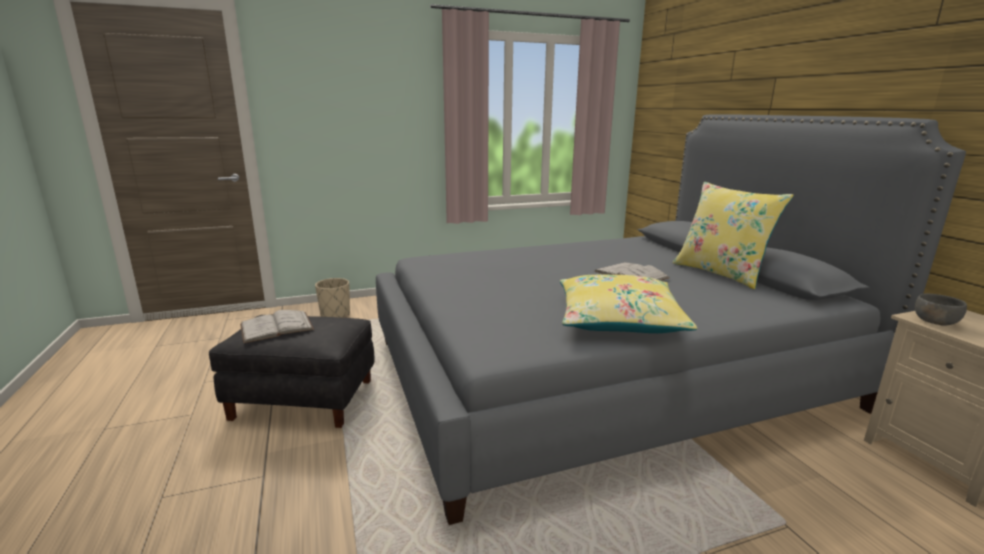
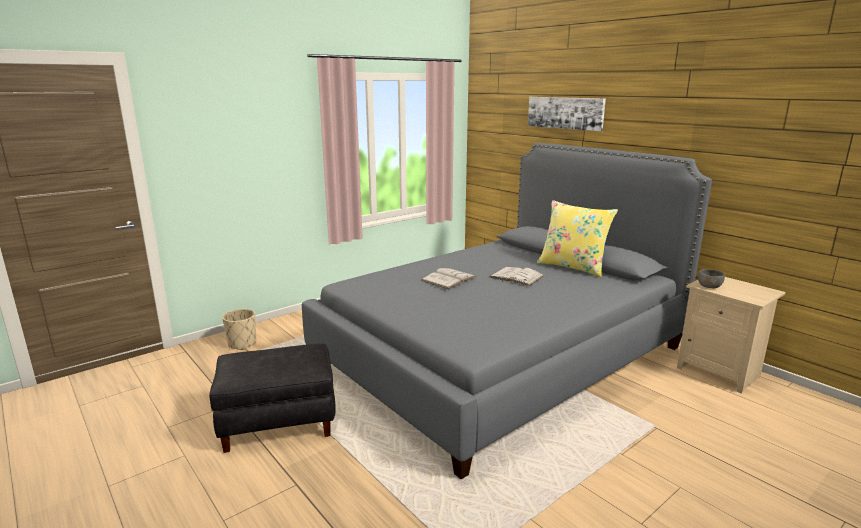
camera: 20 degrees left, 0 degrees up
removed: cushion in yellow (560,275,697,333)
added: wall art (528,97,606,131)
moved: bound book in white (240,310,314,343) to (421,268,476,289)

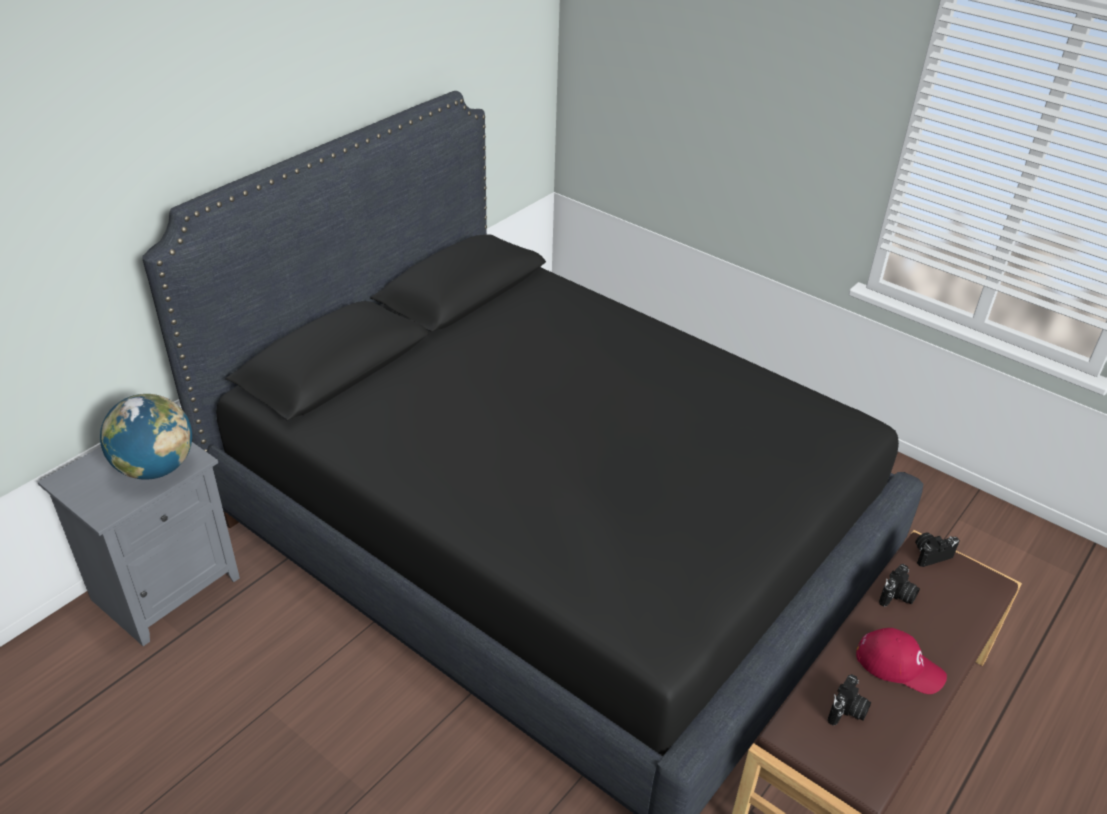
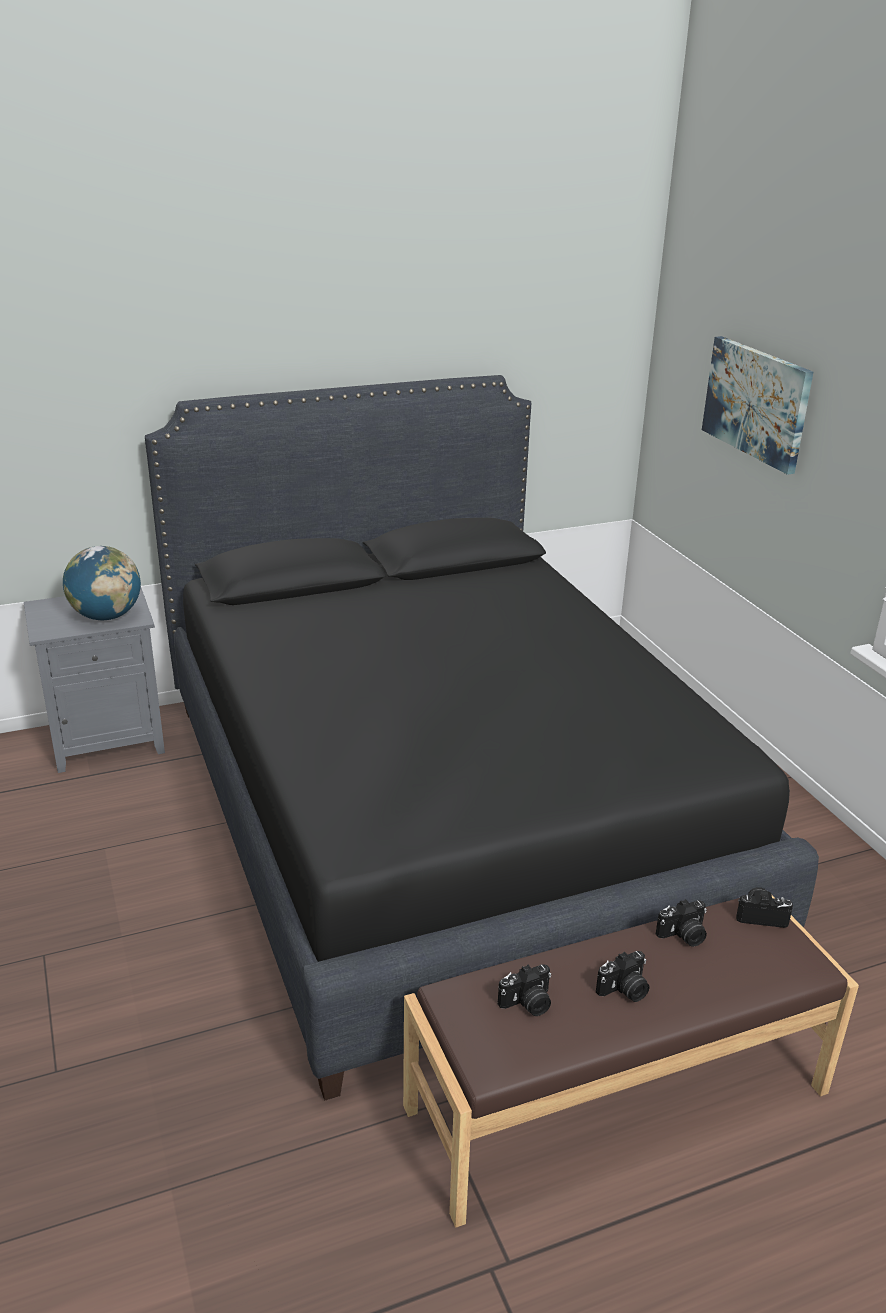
camera: 30 degrees right, 10 degrees down
added: wall art (702,336,813,475)
replaced: peaked cap in red (856,628,947,694) to photo camera (596,951,649,1002)

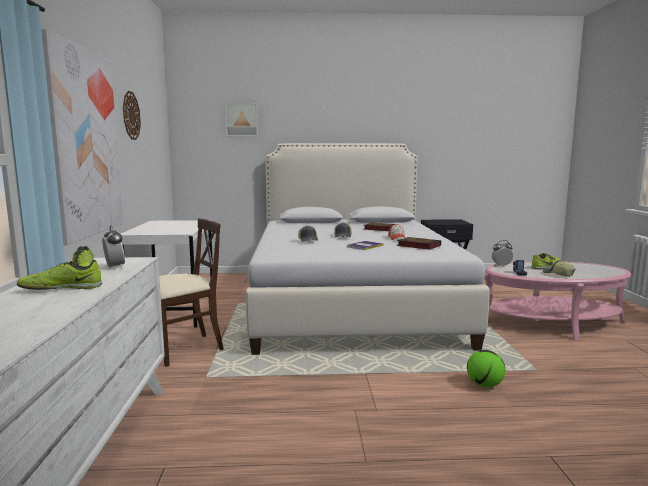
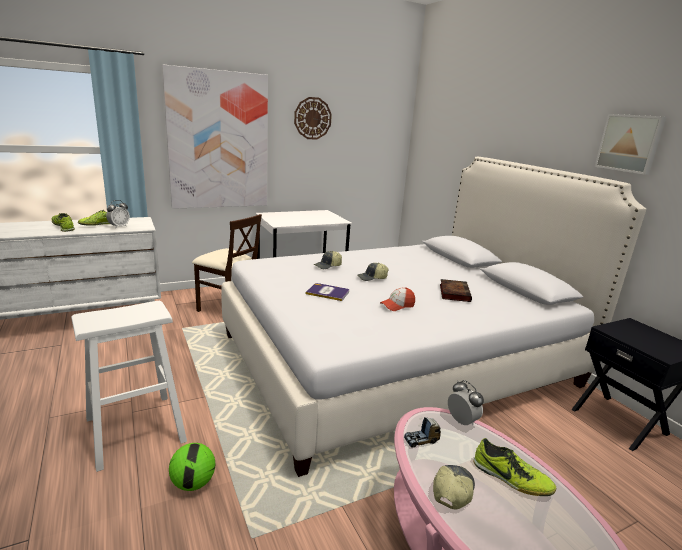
camera: 65 degrees right, 10 degrees up
removed: bound book (397,237,441,250)
added: stool in white (71,301,187,472)
moved: wall art (225,103,258,136) to (595,114,666,175)

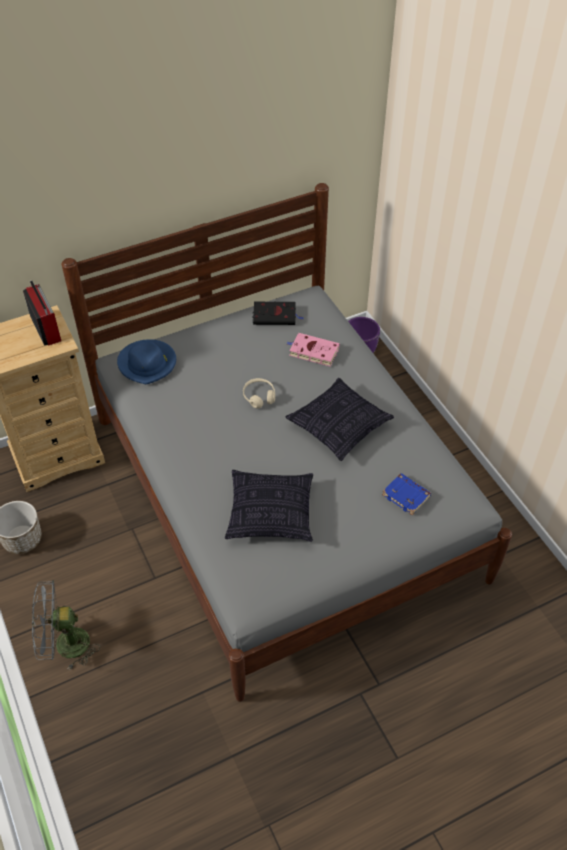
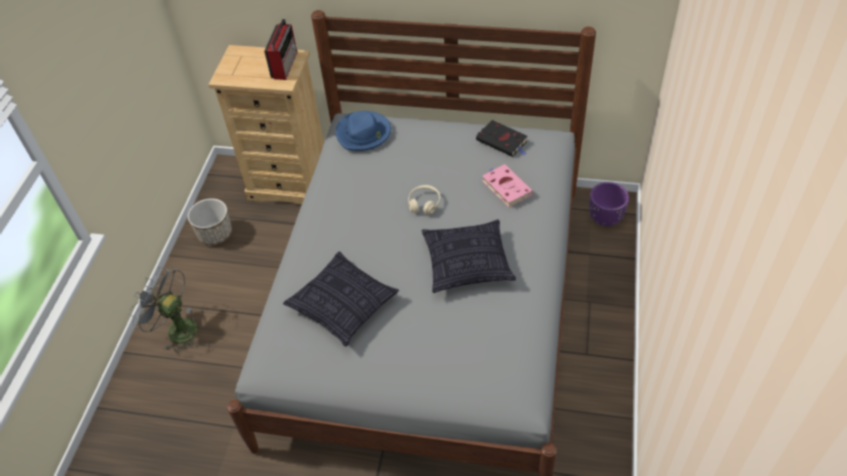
camera: 40 degrees right, 0 degrees up
removed: bound book in blue (382,473,431,515)

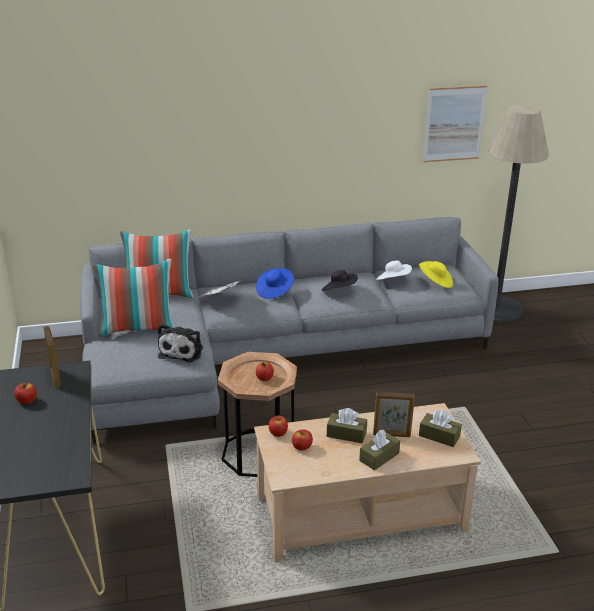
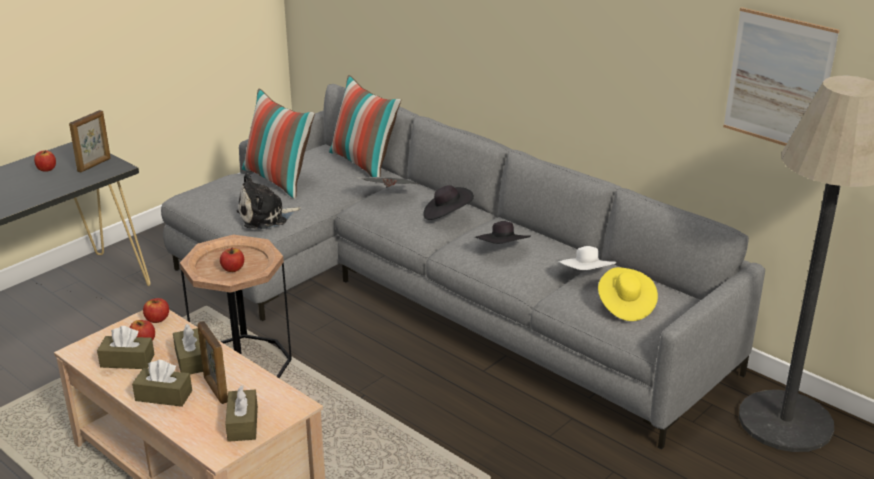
camera: 55 degrees right, 0 degrees up
added: tissue holder in brown (97,326,155,369)
recoloured: clothing hat in blue (256,268,294,299) to clothing hat in black-coloured (423,185,474,220)

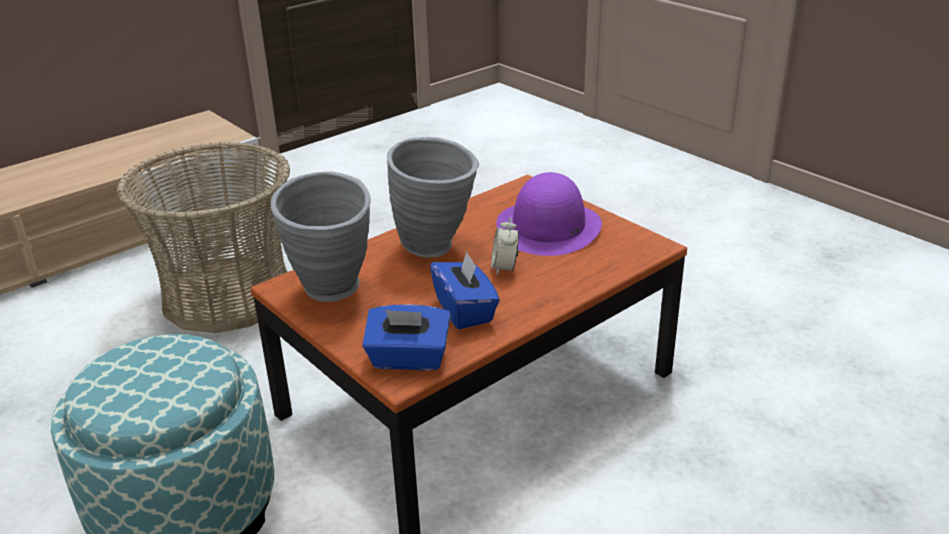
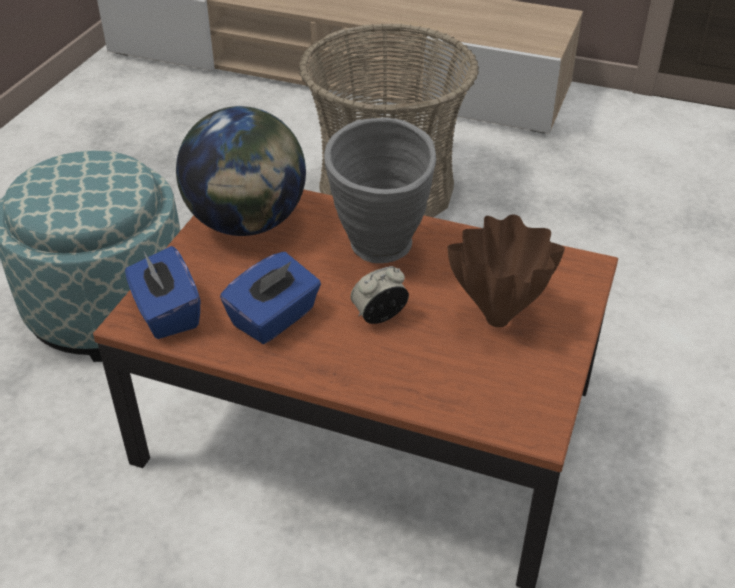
camera: 60 degrees right, 10 degrees up
replaced: vase in gray (271,171,371,302) to desk globe (176,106,306,236); clothing hat in purple-coloured (496,172,602,256) to vase in brown (448,215,565,327)

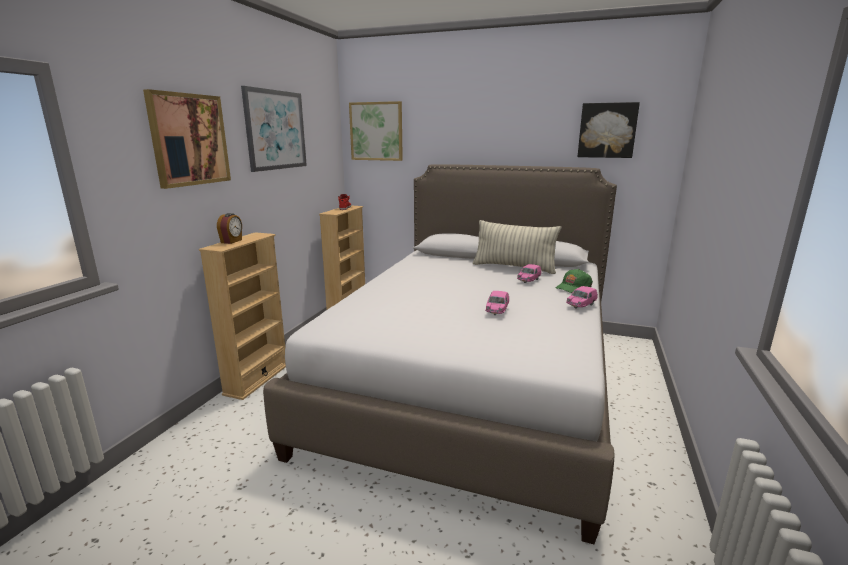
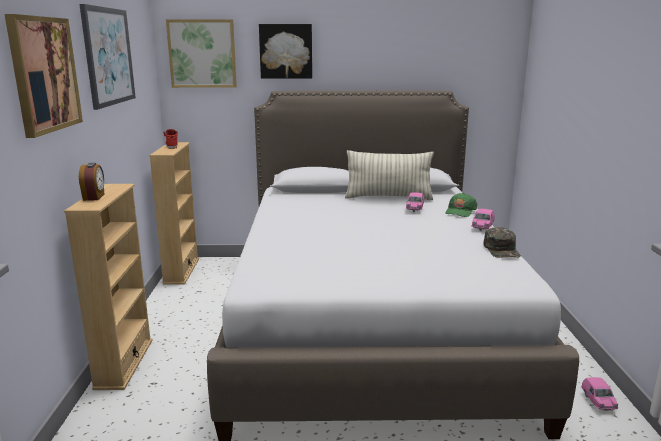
camera: 20 degrees left, 0 degrees up
added: peaked cap in green (484,227,521,258)
moved: toy car in pinkish (485,291,509,315) to (581,377,618,411); wall art (578,102,640,158) to (259,24,312,79)

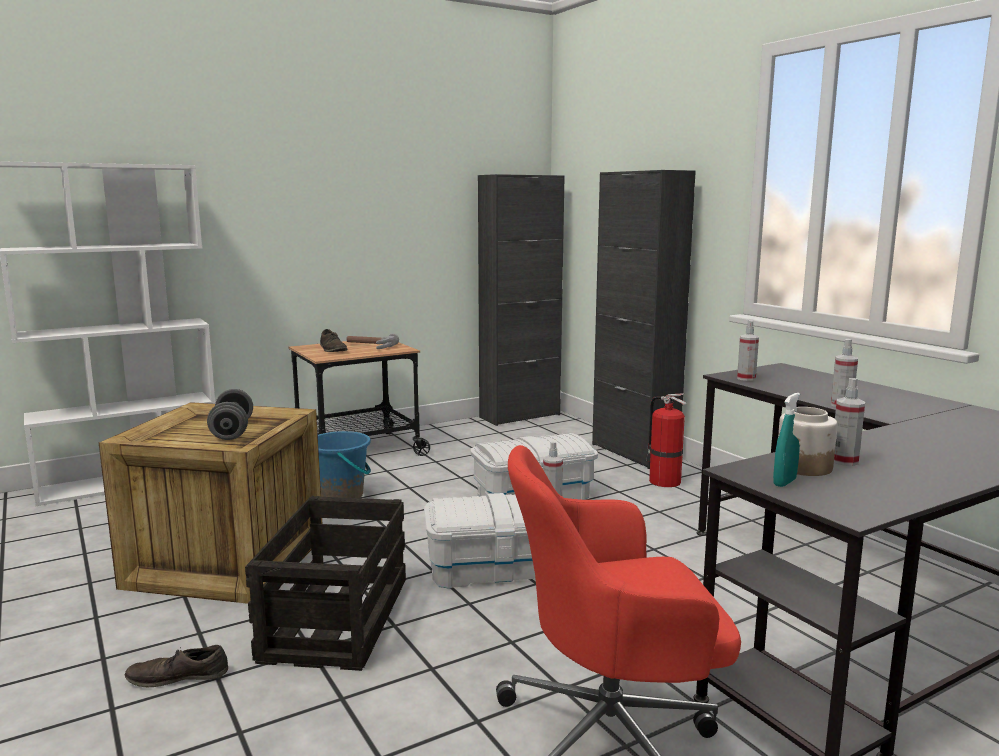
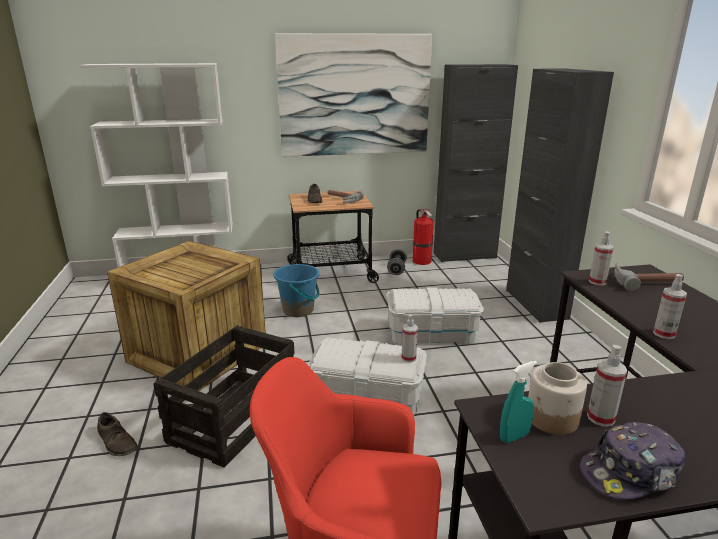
camera: 20 degrees right, 10 degrees up
added: wall art (275,33,432,157); peaked cap (580,422,685,499); hand hammer (614,263,684,291)
moved: dumbbell in gray (207,389,253,440) to (387,249,407,275); fire-fighting cylinder (646,393,687,487) to (413,209,434,265)
turned: item of footwear in brown (125,645,228,688) = (97,412,138,456) 150 degrees counterclockwise

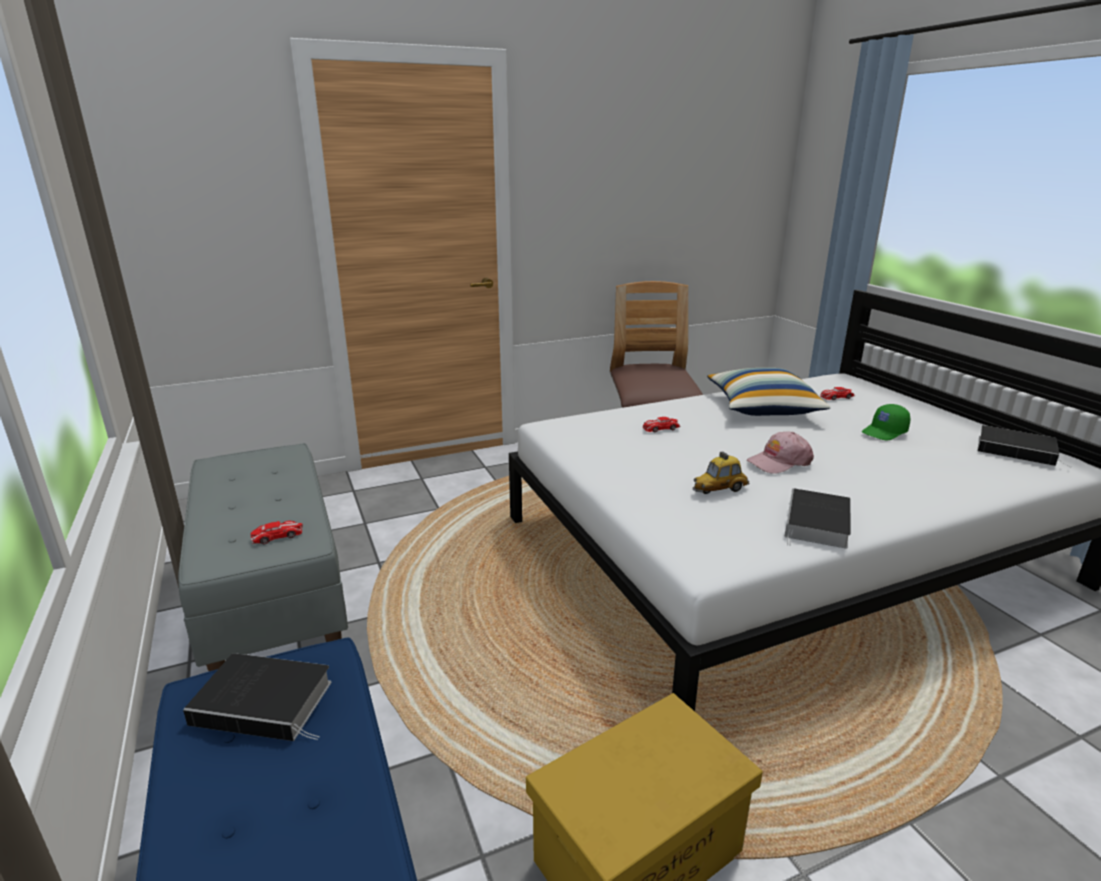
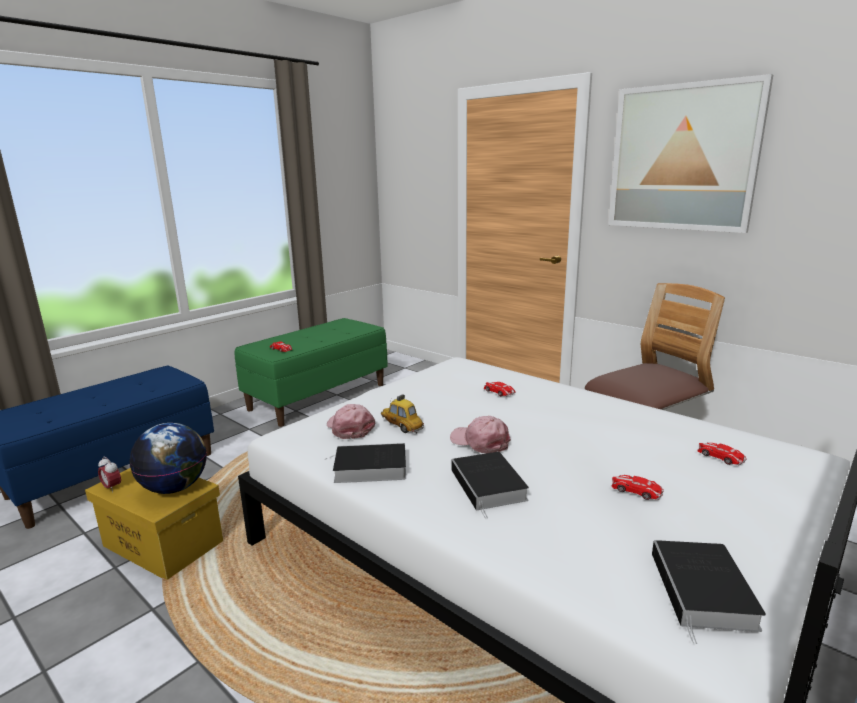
camera: 65 degrees right, 5 degrees down
removed: cushion (707,368,831,416)
added: table clock (98,457,121,493); desk globe (130,423,207,494); peaked cap in pinkish (327,404,375,439); wall art (608,74,773,233)
moved: bound book (183,653,332,741) to (452,452,529,518)
replaced: peaked cap in green (862,404,910,441) to toy car (612,475,664,500)
recoloured: indoor bench in gray (178,443,348,671) to indoor bench in green (235,318,388,427)

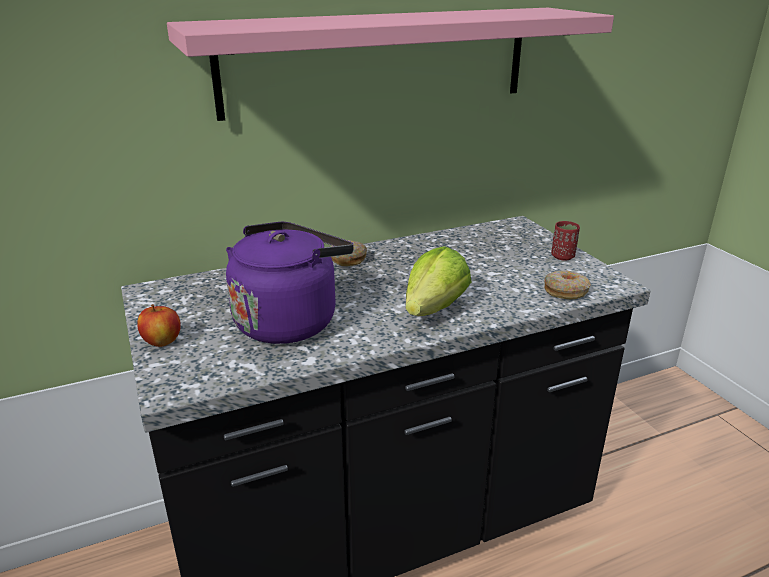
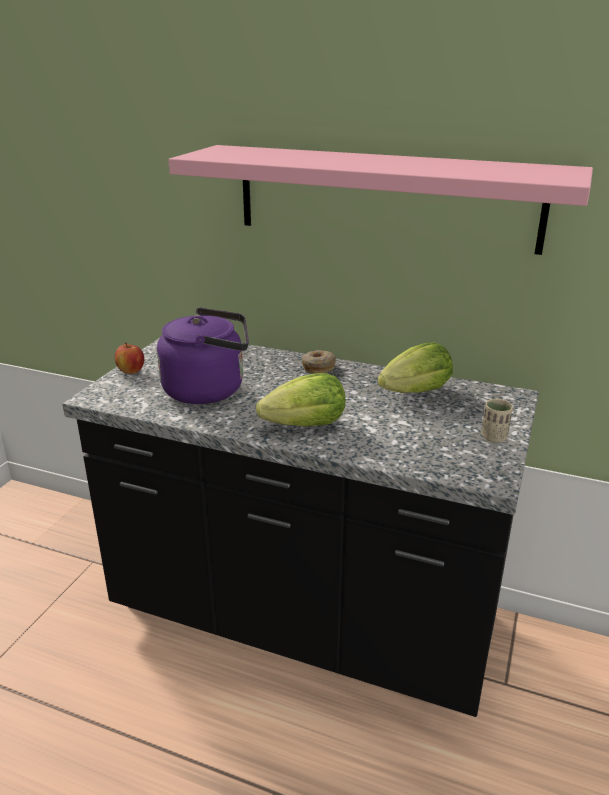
camera: 45 degrees right, 0 degrees up
removed: donut (544,271,591,299)
added: lettuce head (378,342,453,393)
recoloured: small cup in red (551,221,580,261) to small cup in sand-coloured (481,399,513,443)

